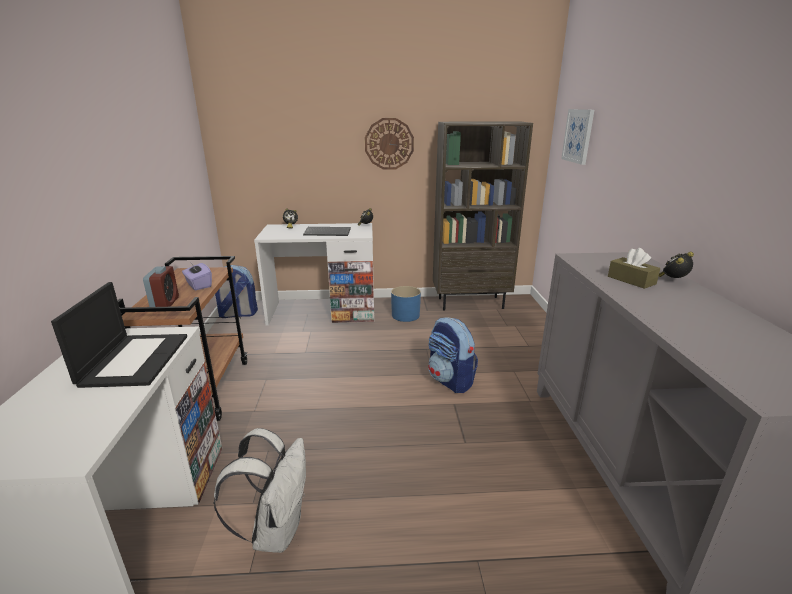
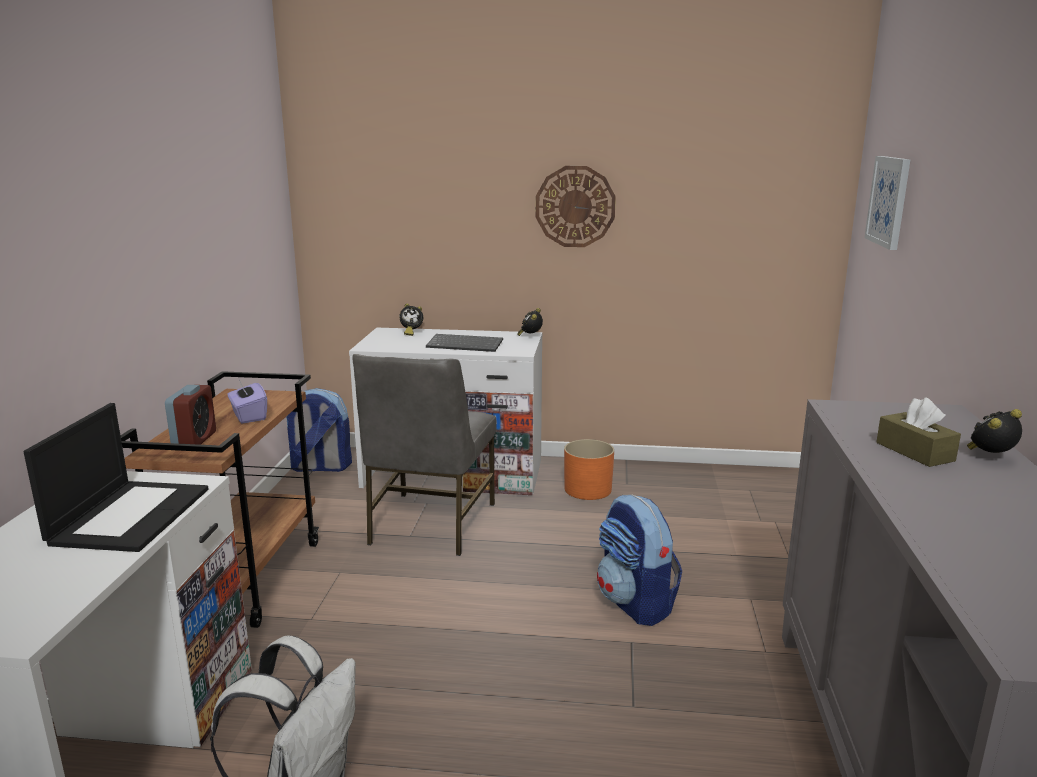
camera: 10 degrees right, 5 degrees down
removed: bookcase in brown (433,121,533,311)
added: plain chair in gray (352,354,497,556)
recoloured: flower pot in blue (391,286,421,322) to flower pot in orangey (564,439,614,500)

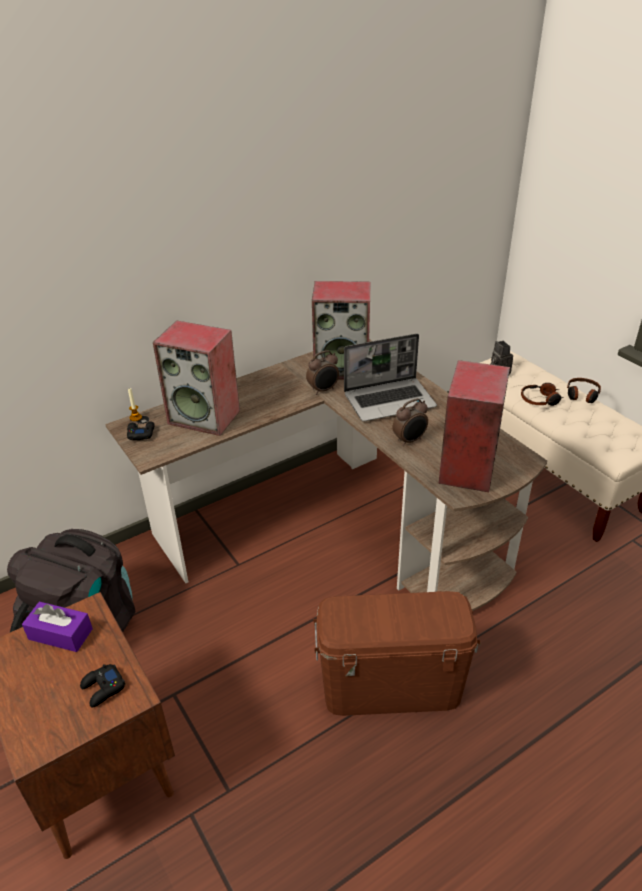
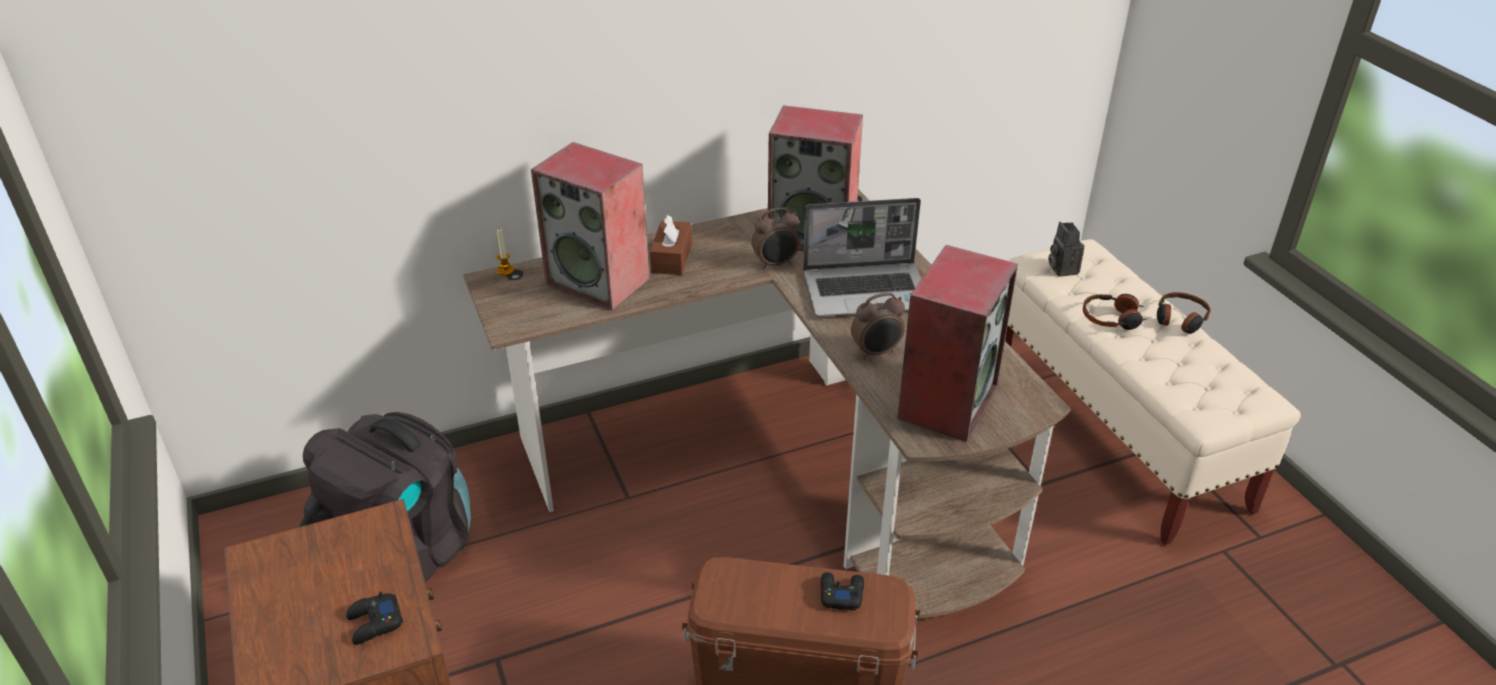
camera: 10 degrees right, 0 degrees up
removed: tissue holder in purple-coloured (22,602,93,652)
added: tissue holder in brown (650,214,692,275)
moved: game controller in black-coloured (127,422,155,440) to (821,572,864,610)

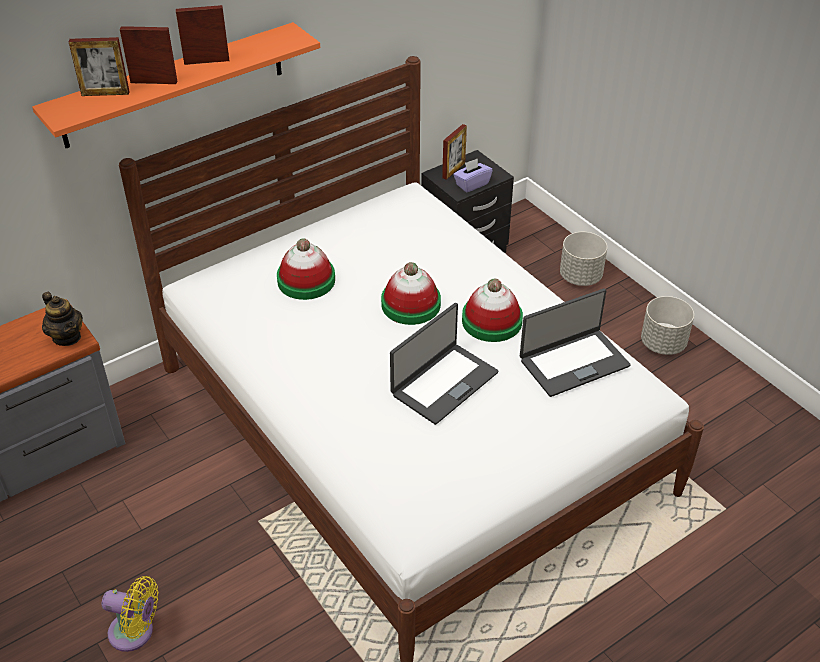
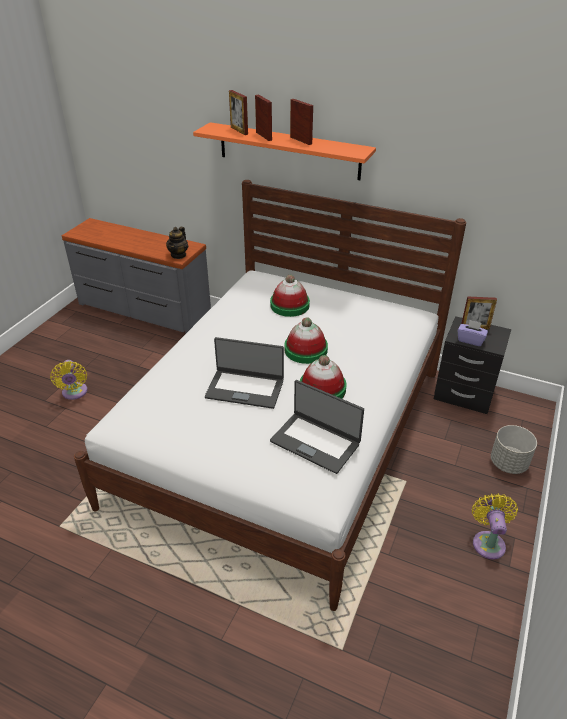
camera: 60 degrees right, 5 degrees down
replaced: flower pot in gray (641,296,694,355) to fan in yellow (472,494,518,559)

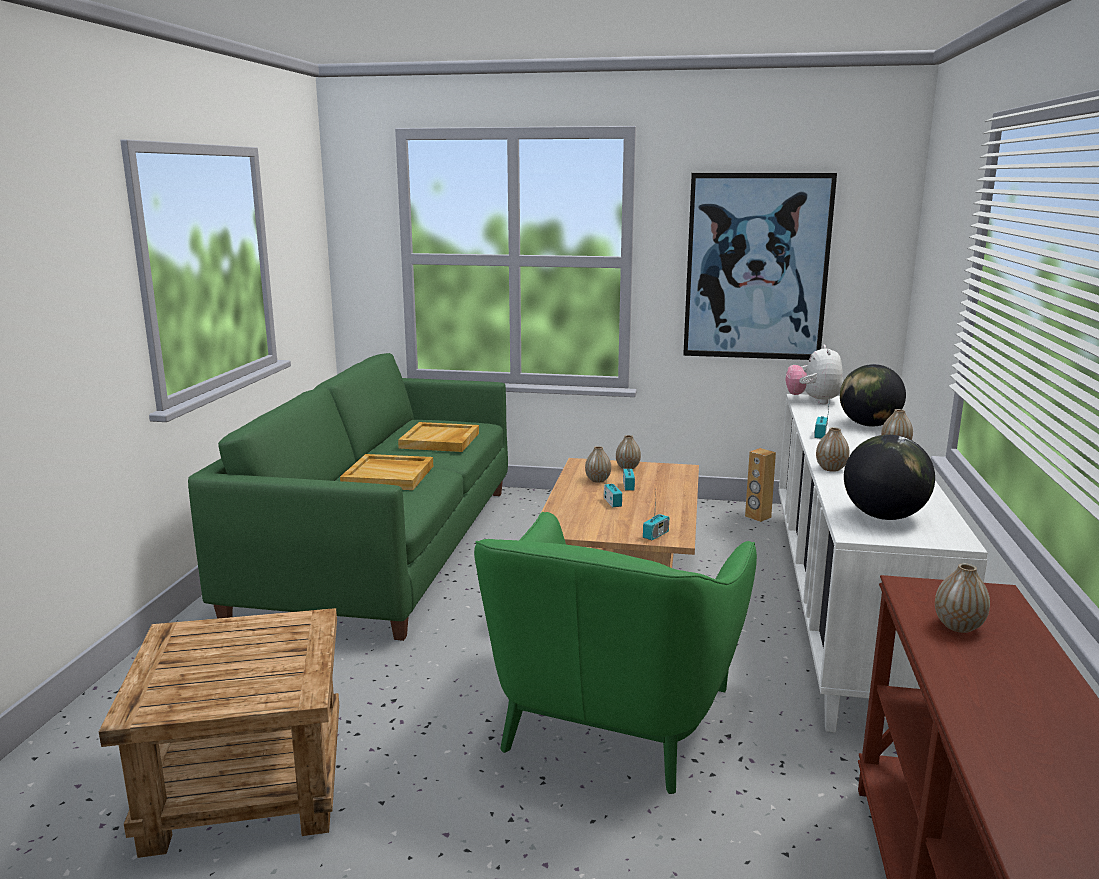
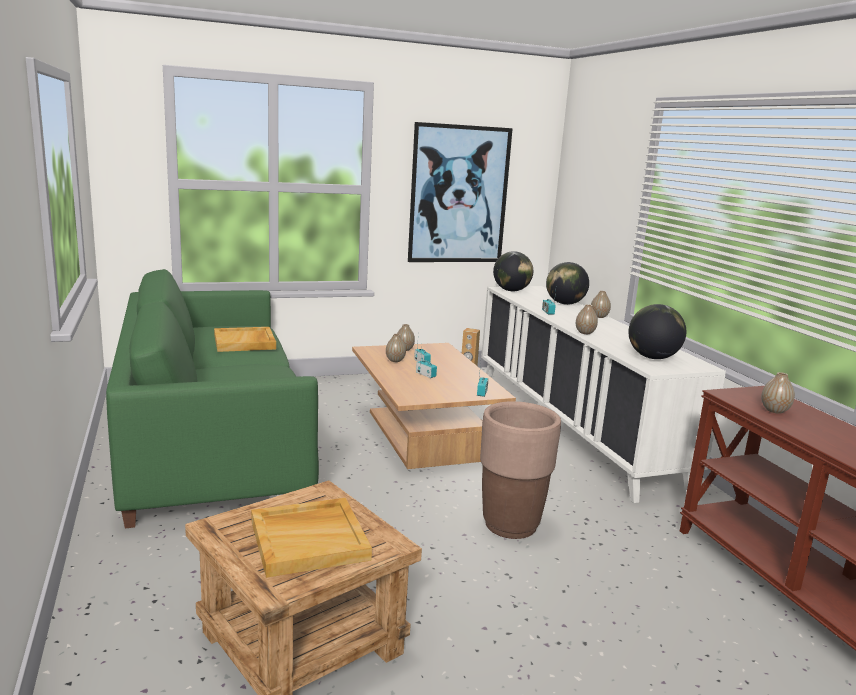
camera: 30 degrees left, 0 degrees up
moved: tray in sand-coloured (340,454,433,490) to (251,498,372,578)
replaced: armchair in green (474,512,757,794) to flower pot in brown (480,401,561,539); plush toy (786,345,843,404) to desk globe (493,251,533,291)

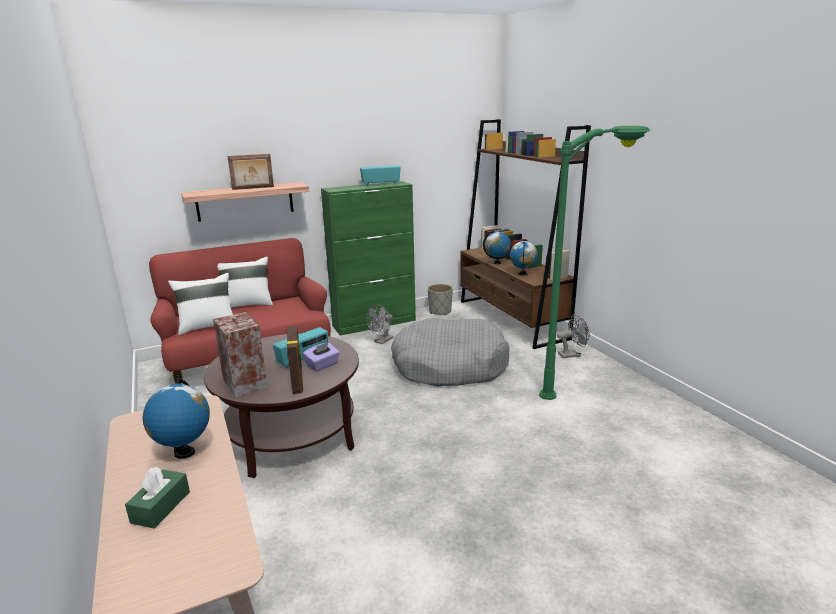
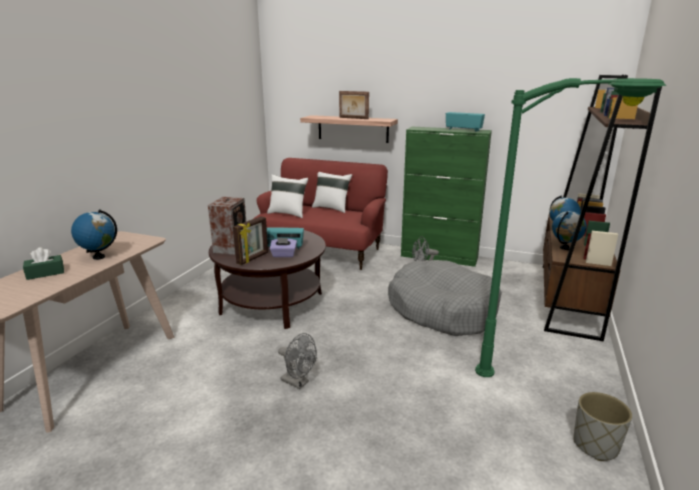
camera: 45 degrees right, 0 degrees up
moved: flower pot in gray (428,284,453,315) to (574,392,632,461); fan in gray (557,314,589,358) to (278,333,317,389)

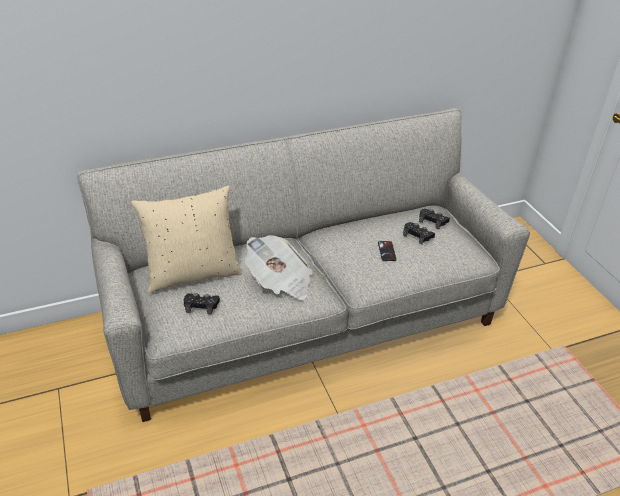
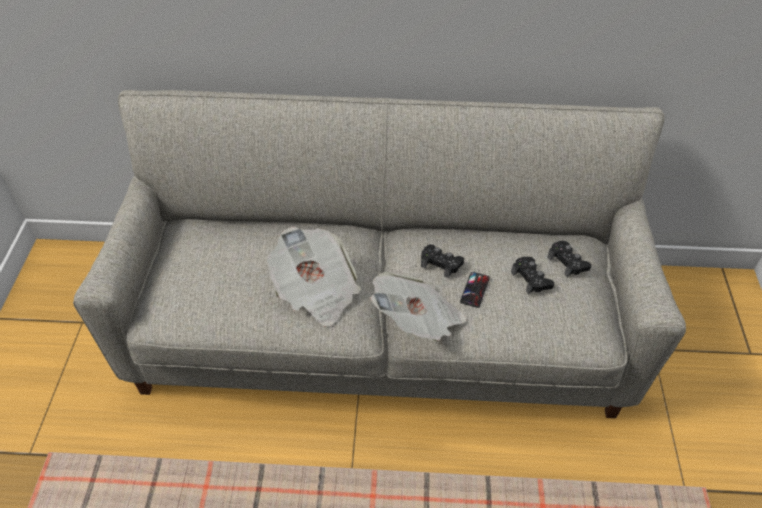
camera: 25 degrees right, 10 degrees up
removed: cushion in sand-coloured (131,185,242,293)
added: newspaper (370,272,466,342)
moved: game controller in black-coloured (183,293,220,315) to (421,244,464,278)

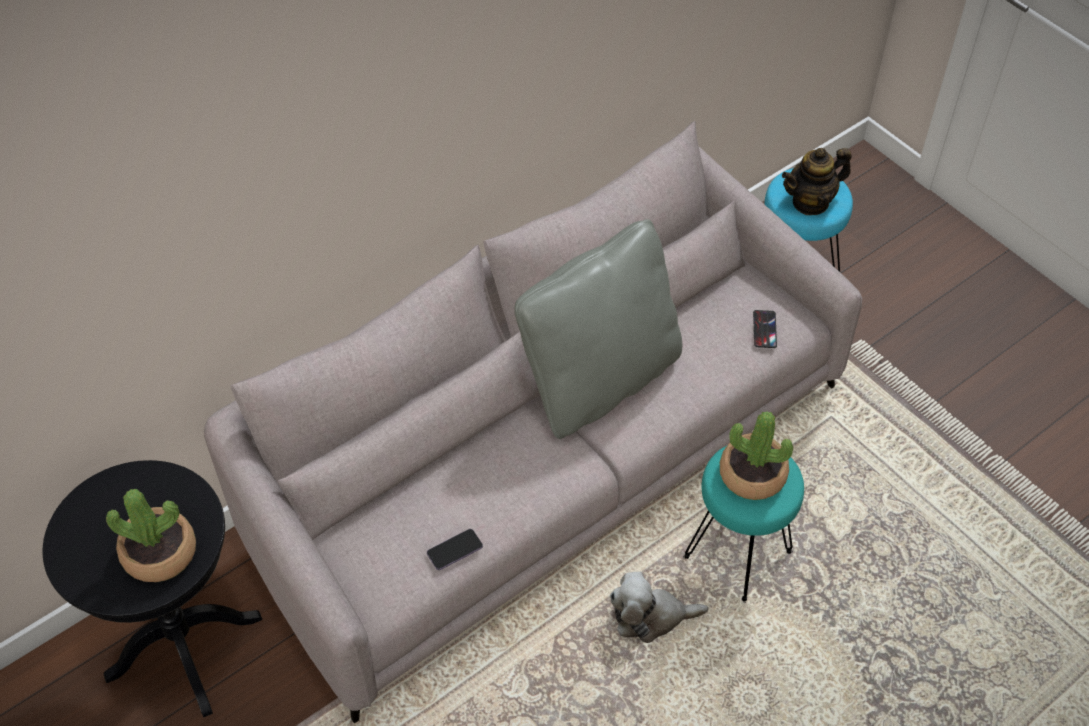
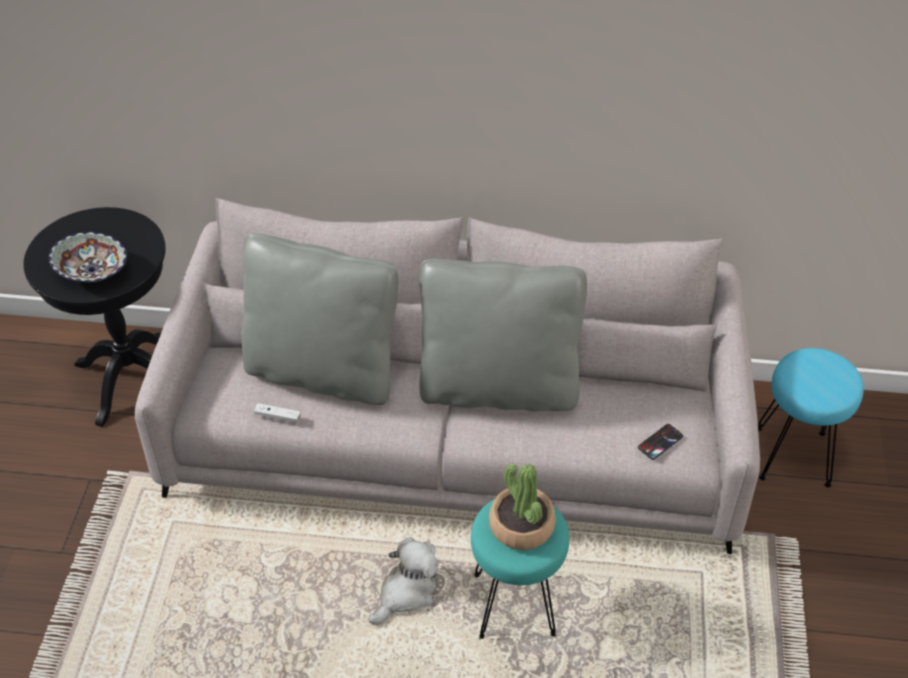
camera: 45 degrees right, 5 degrees down
removed: tea pot (782,148,851,215)
added: cushion in gray (242,233,399,405)
replaced: potted plant (106,489,196,582) to deep dish (49,232,127,282); phone (427,529,483,570) to game controller in white (254,403,301,423)
turned: plush toy (610,572,708,643) = (369,537,439,624) 90 degrees clockwise

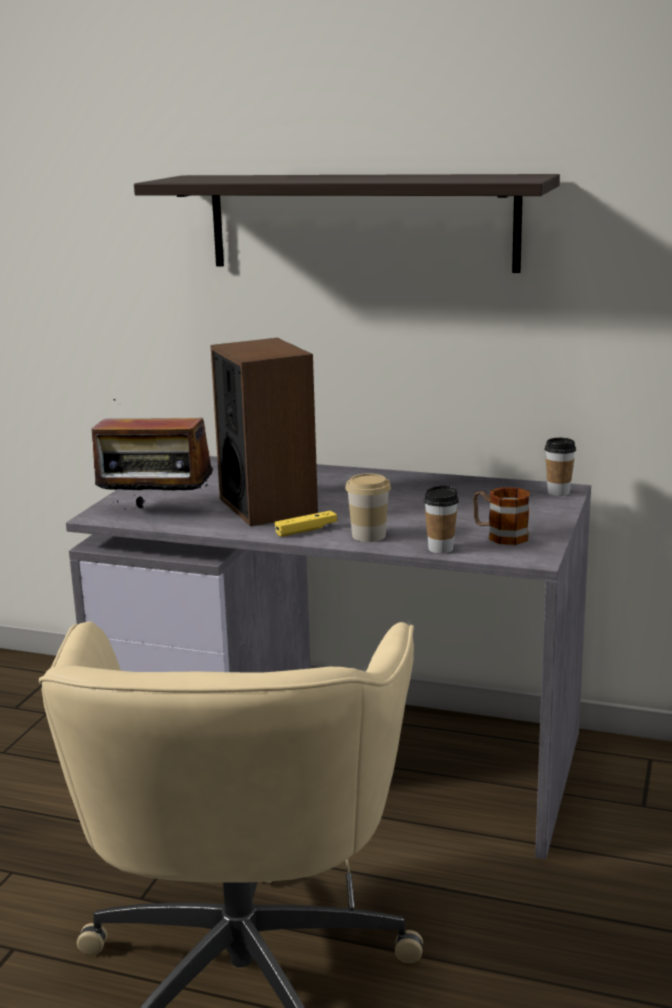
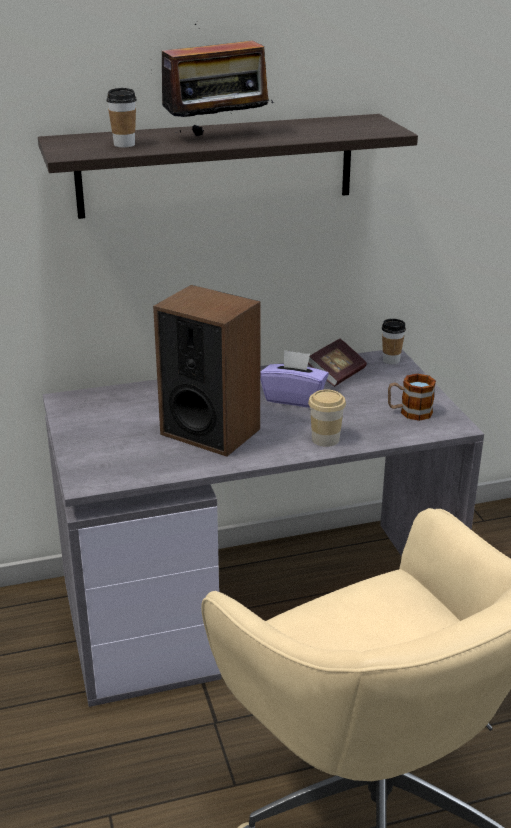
camera: 35 degrees left, 10 degrees up
removed: game controller in yellow (275,510,337,537)
added: tissue holder in purple-coloured (260,350,329,408); bound book (308,339,367,387)
moved: radio (91,399,213,508) to (162,23,273,136); small cup (423,485,459,554) to (107,88,137,148)

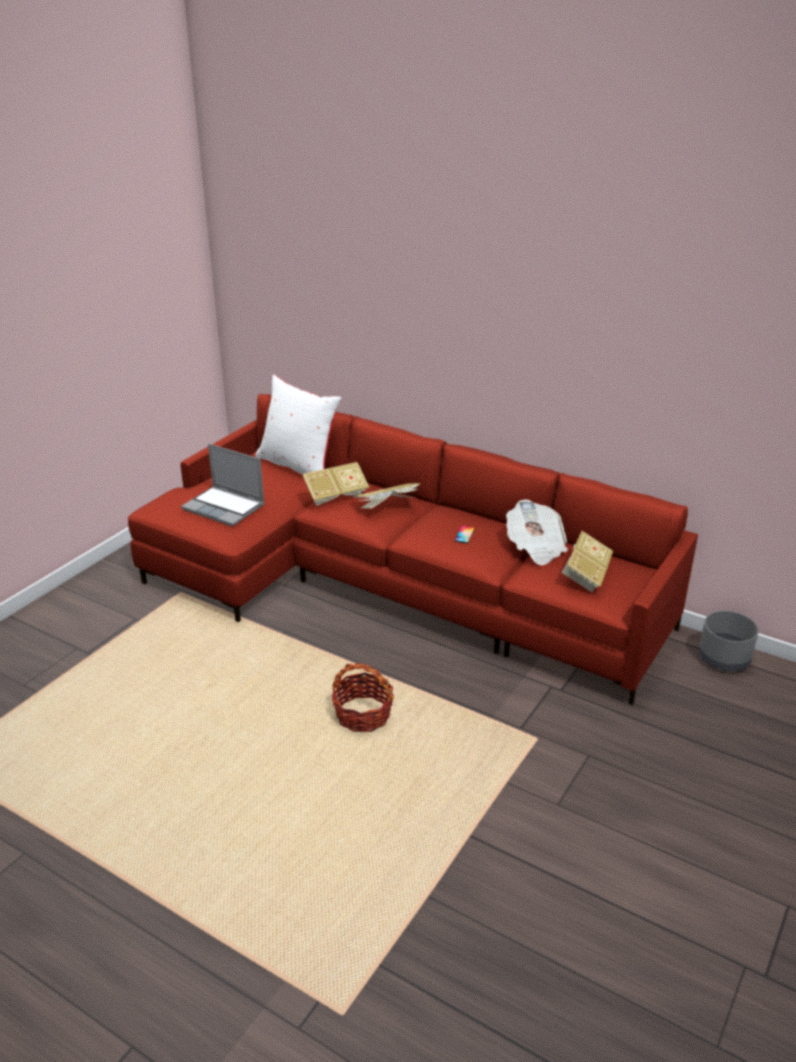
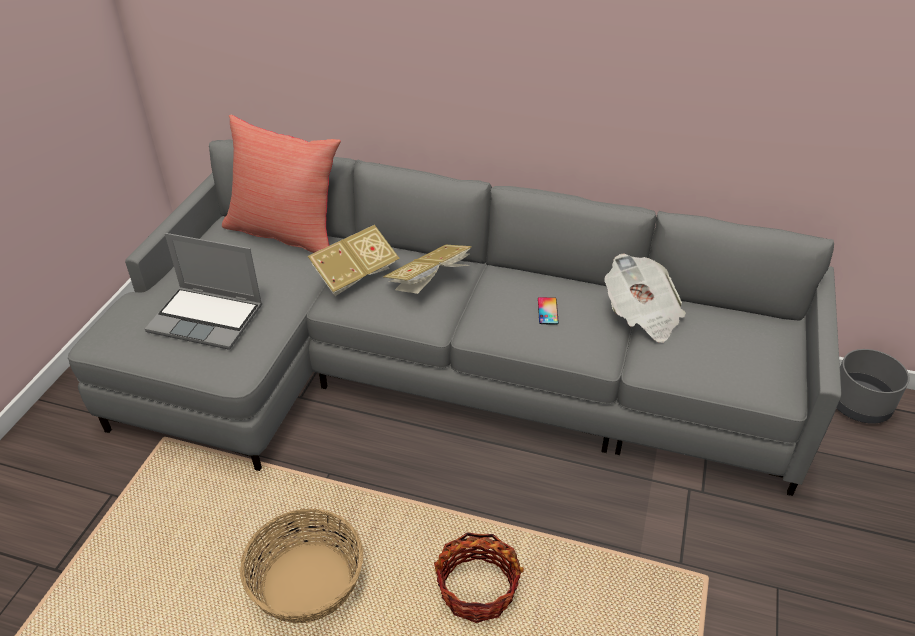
camera: 15 degrees left, 10 degrees up
removed: bound book (562,531,613,593)
added: storage basket (240,509,363,623)
recoloured: sofa in red (128,394,698,705) to sofa in gray (68,139,841,496); cushion in white (255,375,342,474) to cushion in red (222,115,341,253)

